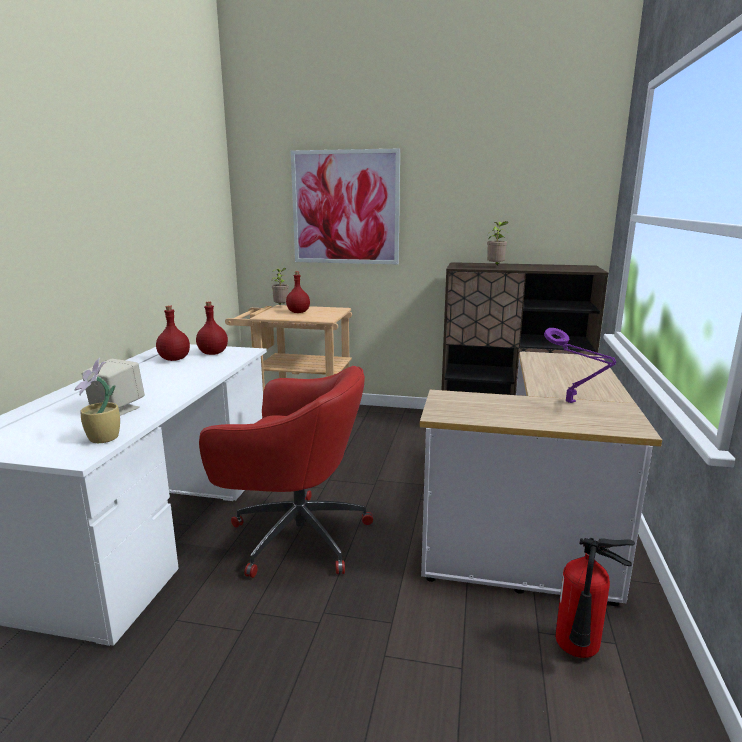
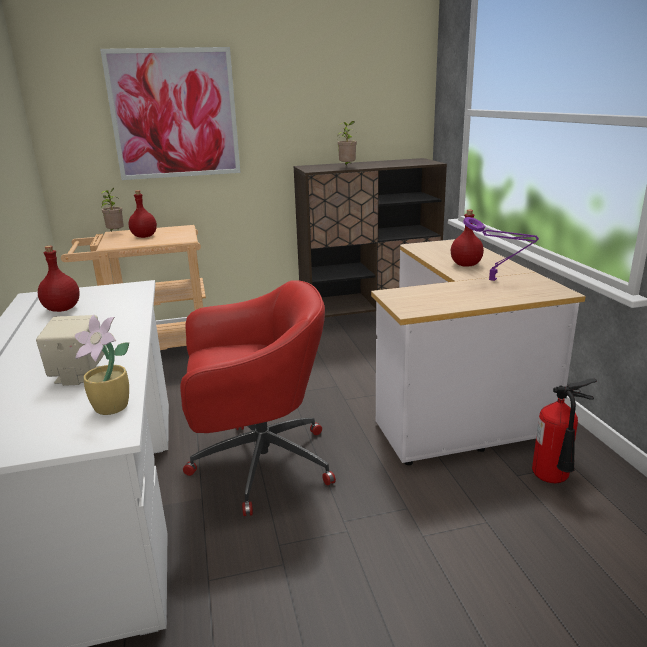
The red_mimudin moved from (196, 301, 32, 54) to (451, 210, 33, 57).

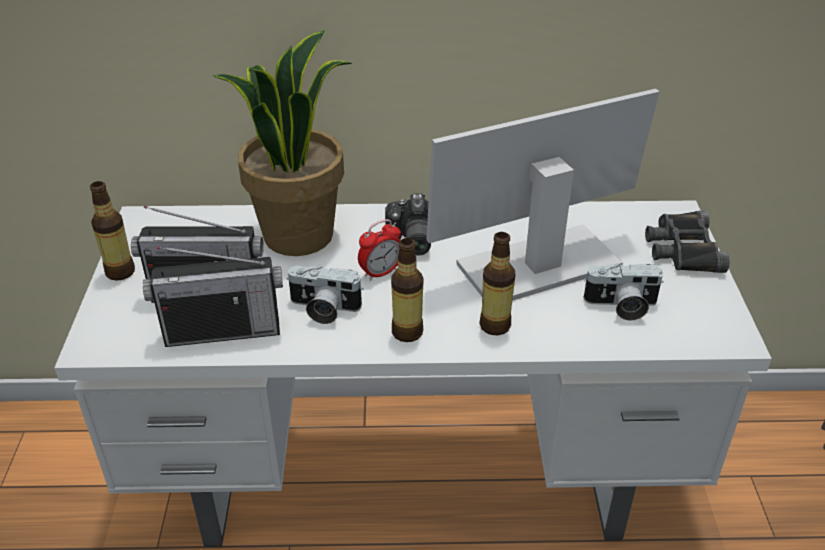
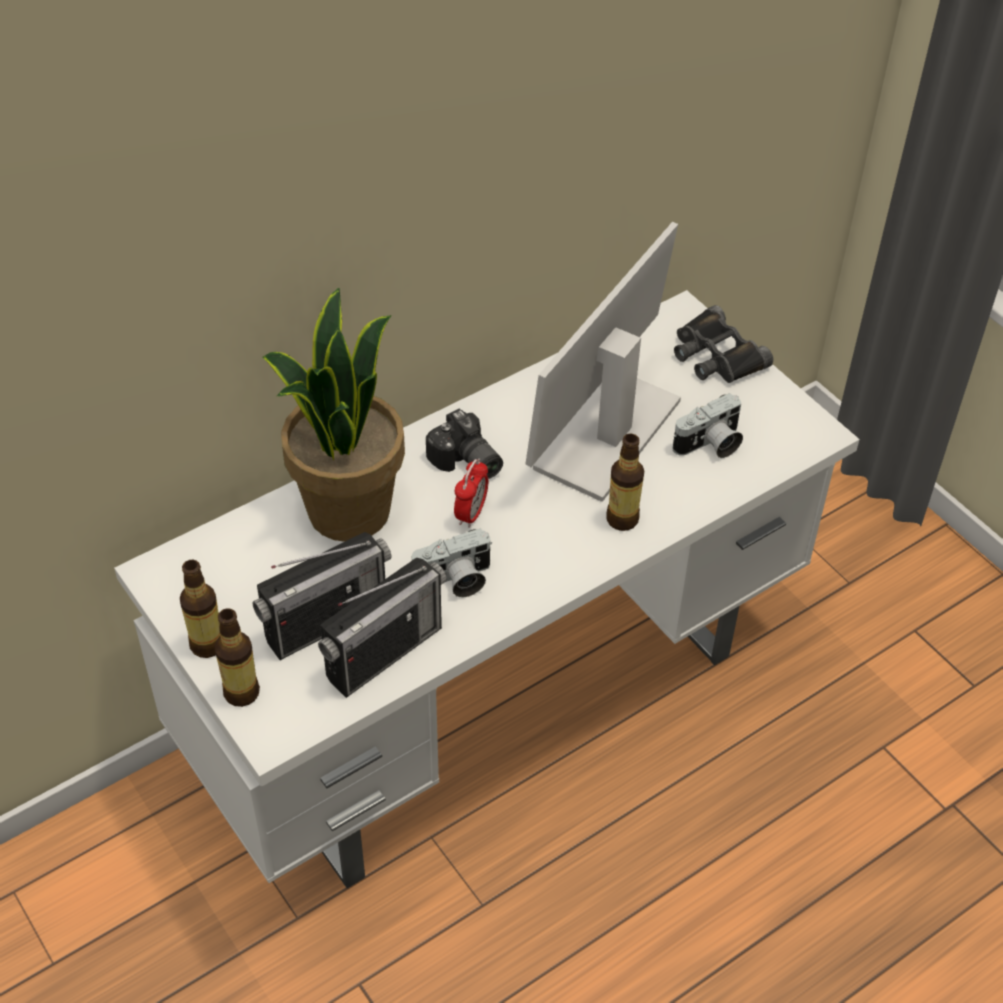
The mimudin moved from (391, 238, 32, 104) to (215, 608, 45, 99).

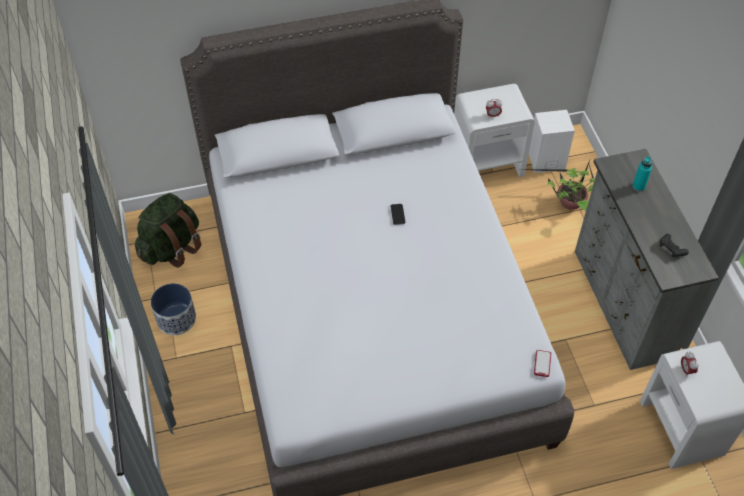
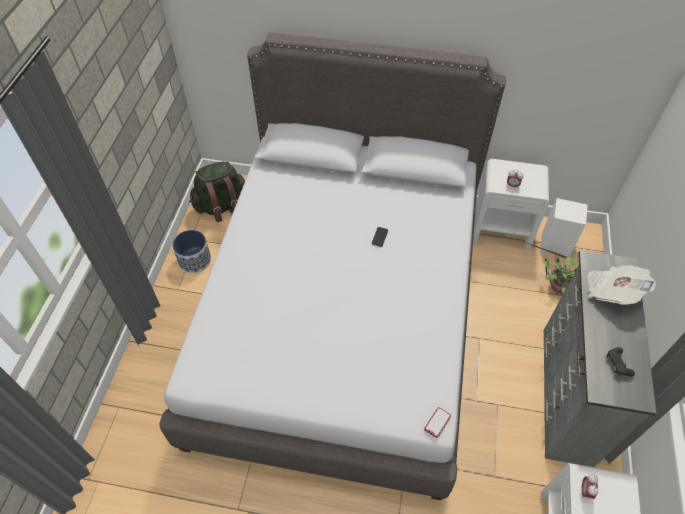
The turquoise_mimudin at (632, 156, 21, 36) was replaced by the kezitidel at (587, 265, 69, 40).

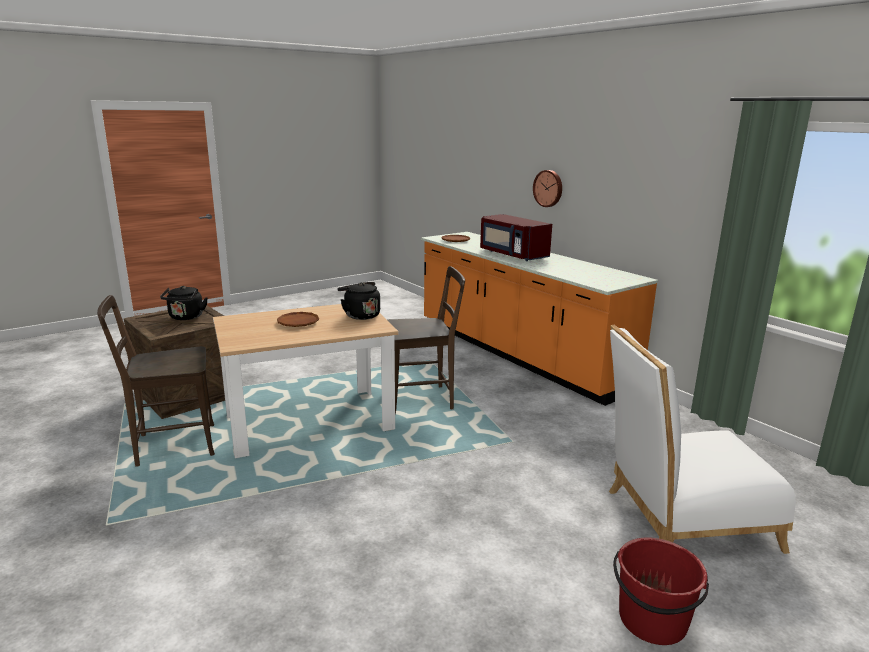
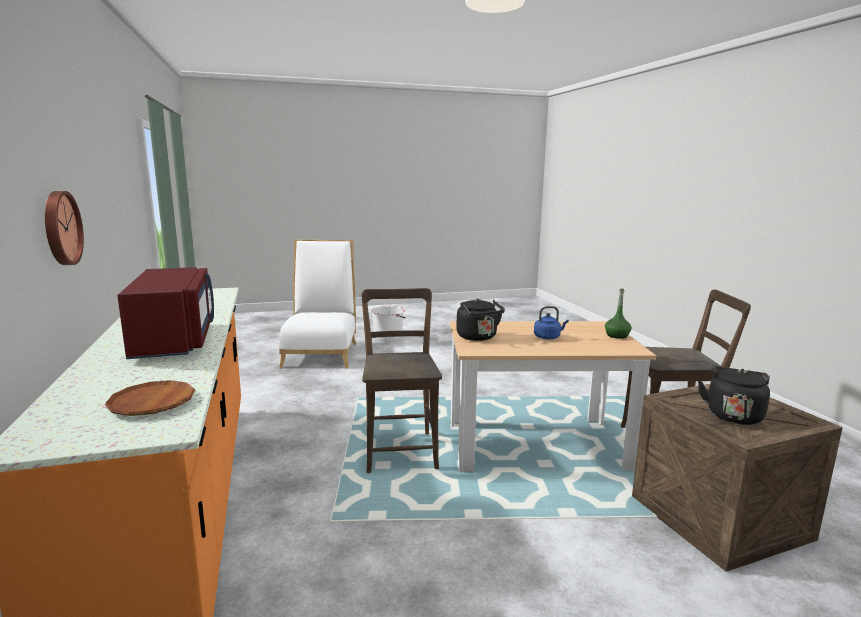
The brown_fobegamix at (387, 266, 78, 149) turned 75 degrees clockwise.
The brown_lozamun at (277, 312, 42, 15) was replaced by the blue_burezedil at (534, 306, 35, 33).
The white_fobegamix at (609, 325, 187, 229) turned 105 degrees counterclockwise.
The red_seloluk at (613, 537, 96, 108) became the white_seloluk at (371, 306, 35, 35).
The green_mimudin at (605, 289, 27, 50) appeared.

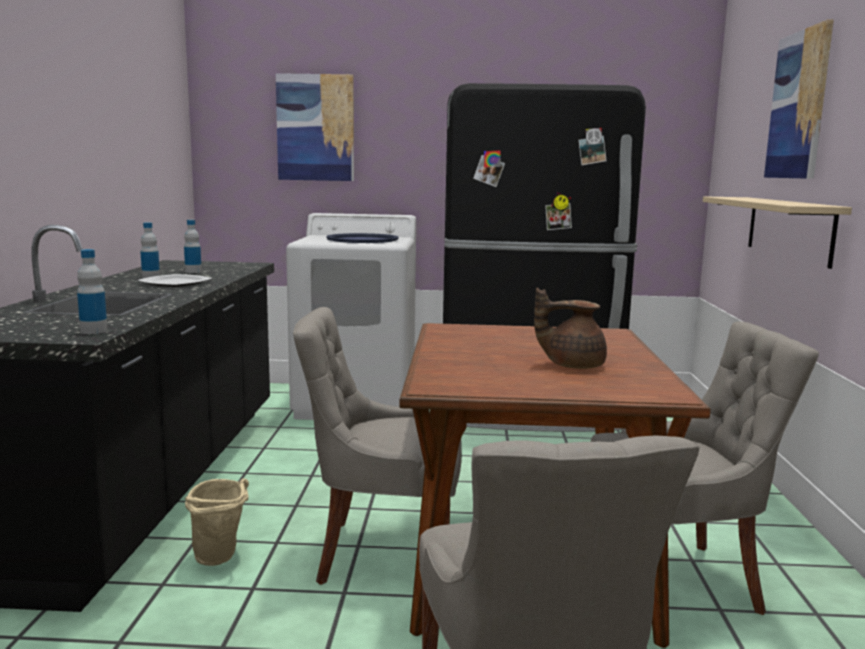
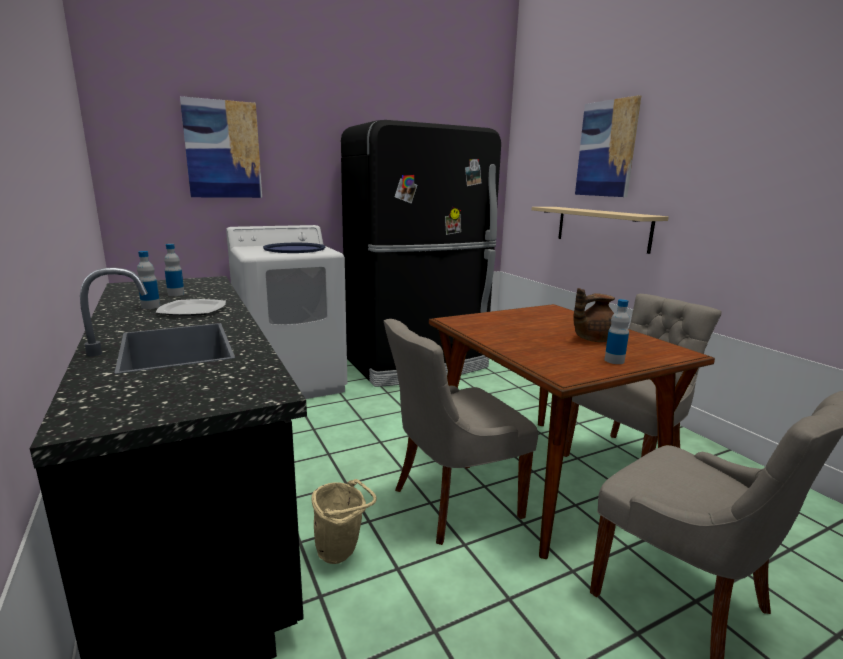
The mimudin moved from (77, 249, 31, 85) to (604, 299, 26, 65).

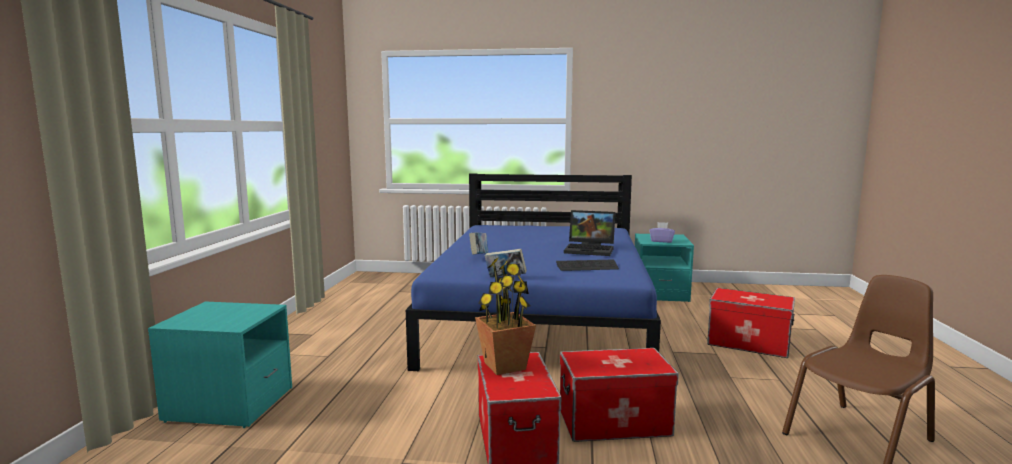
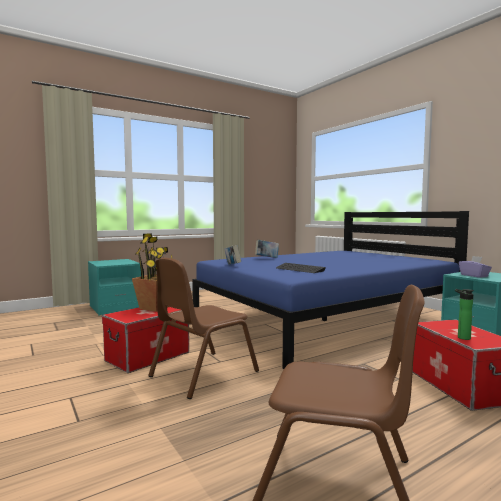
The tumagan at (564, 210, 51, 46) disappeared.
The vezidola at (560, 348, 119, 94) was replaced by the brown_fobegamix at (148, 258, 111, 141).
The mimudin at (455, 289, 19, 51) appeared.

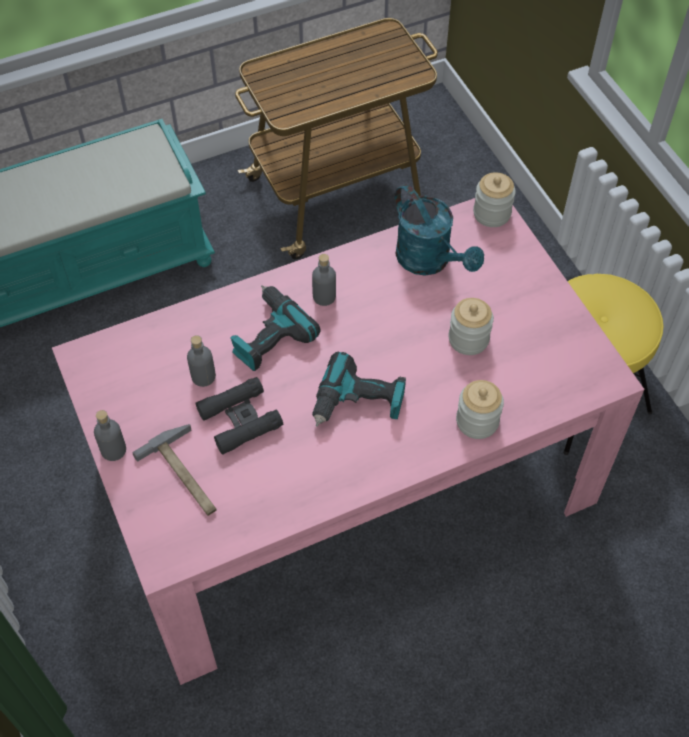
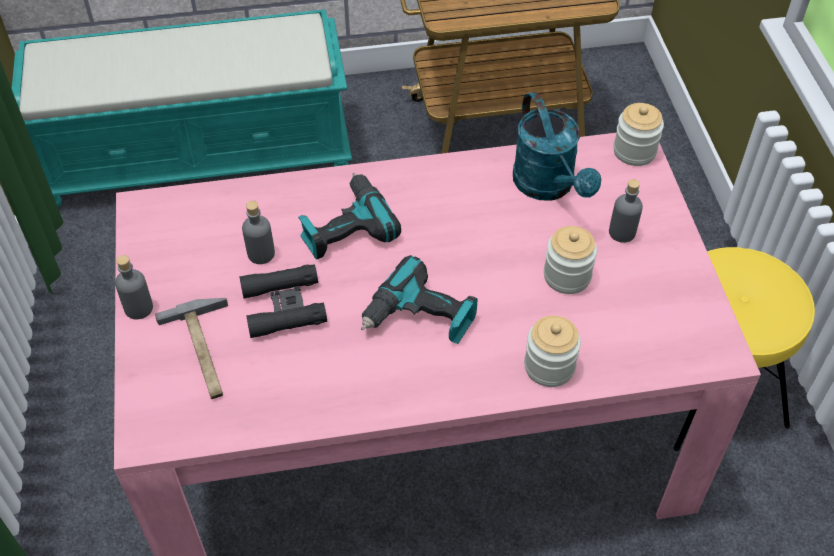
The grey_mimudin moved from (312, 254, 24, 52) to (609, 179, 34, 64).

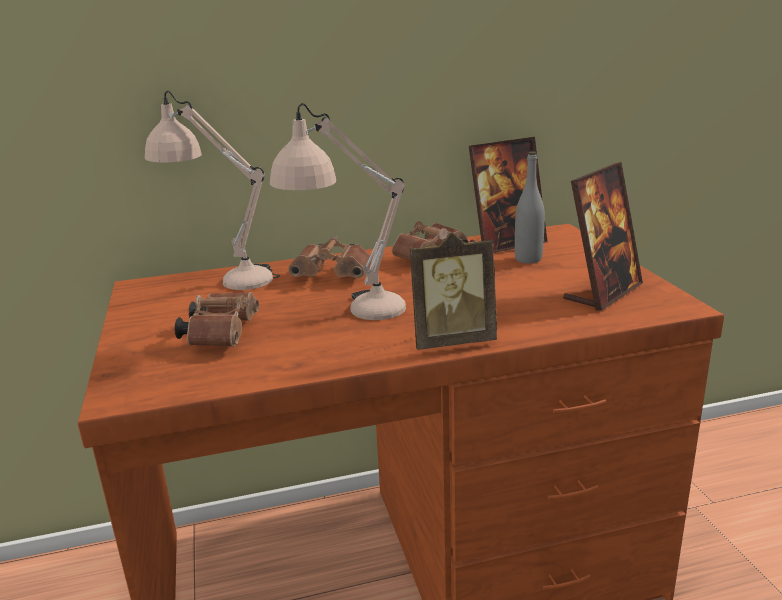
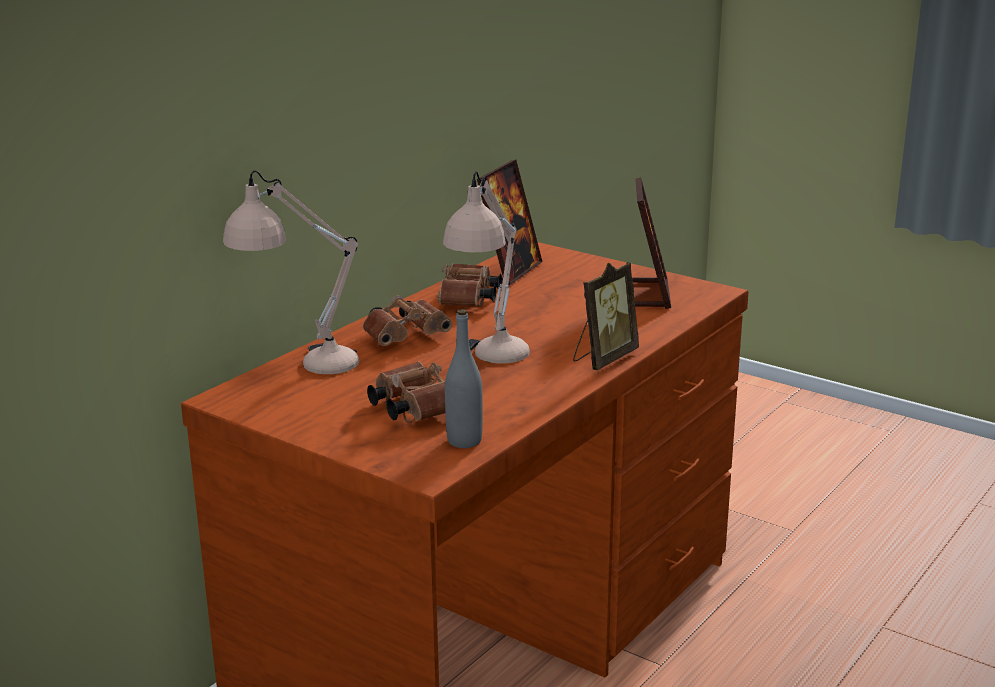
The grey_mimudin moved from (515, 151, 30, 113) to (445, 309, 38, 139).

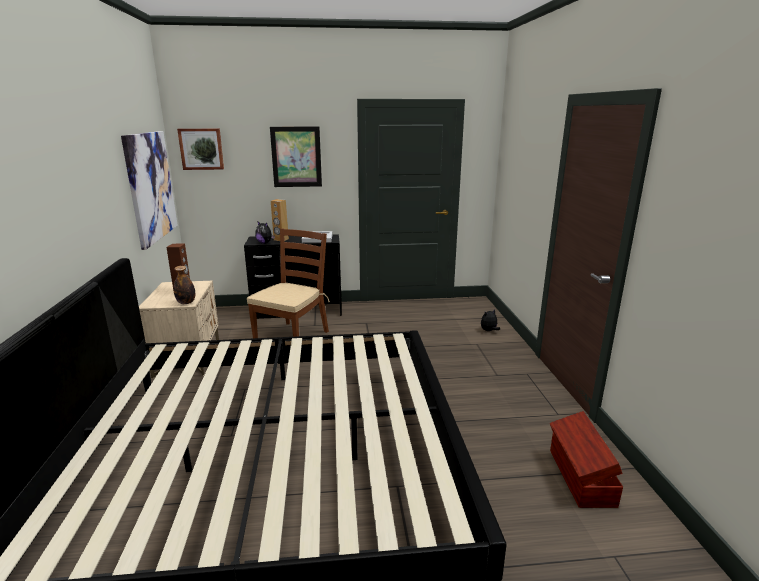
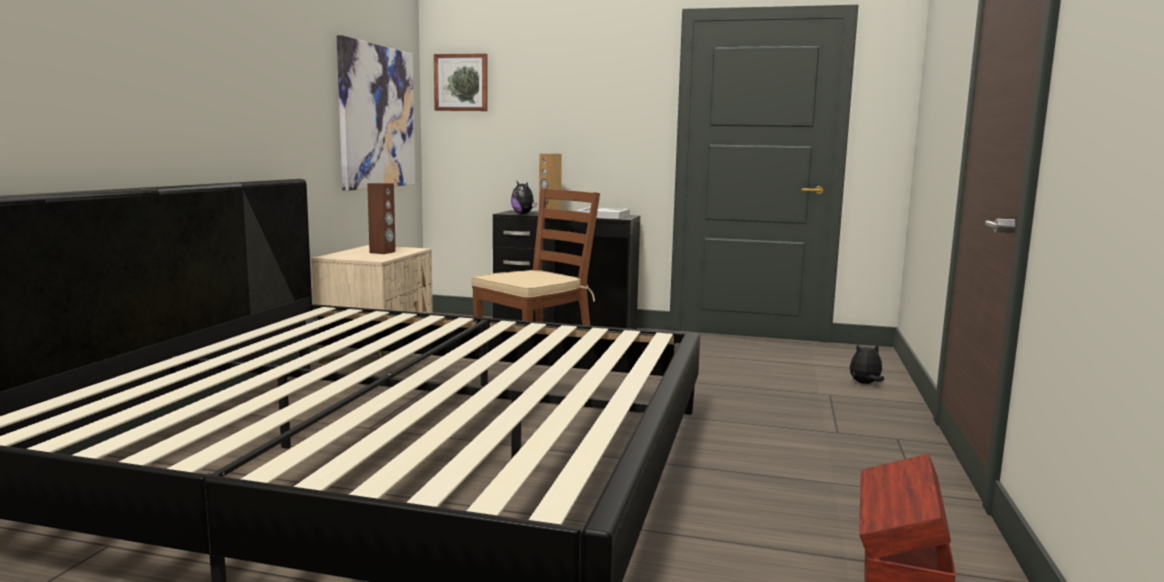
The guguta at (270, 127, 52, 60) disappeared.
The mimudin at (173, 266, 22, 38) disappeared.

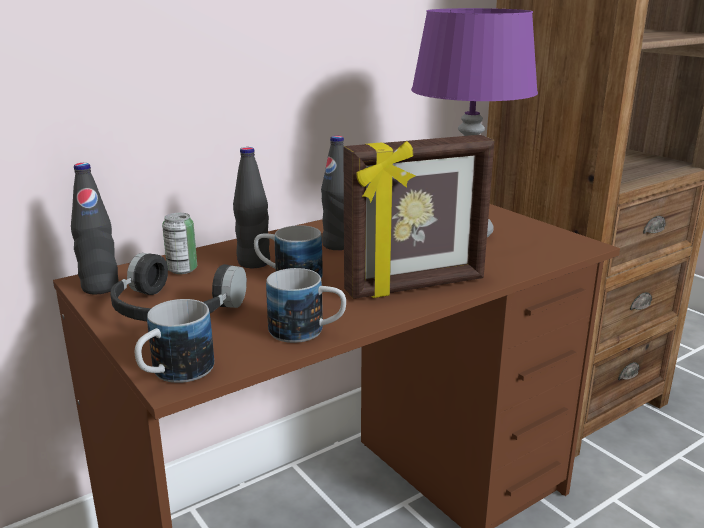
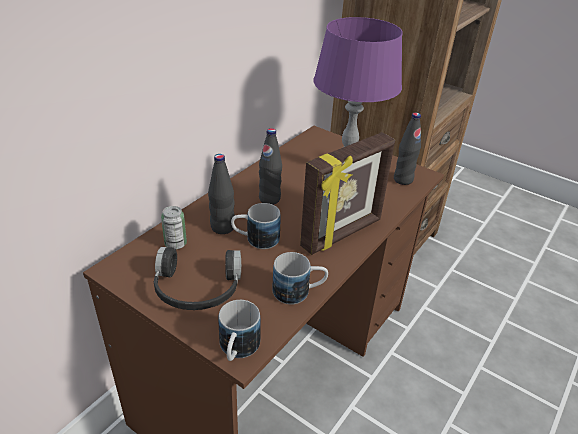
The black_mimudin moved from (71, 163, 48, 131) to (394, 113, 27, 72).

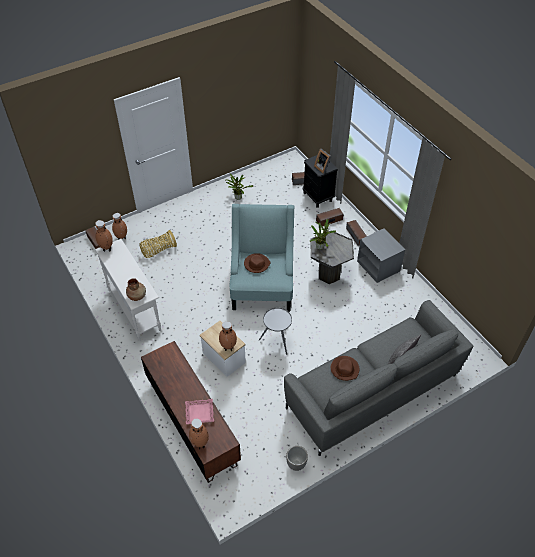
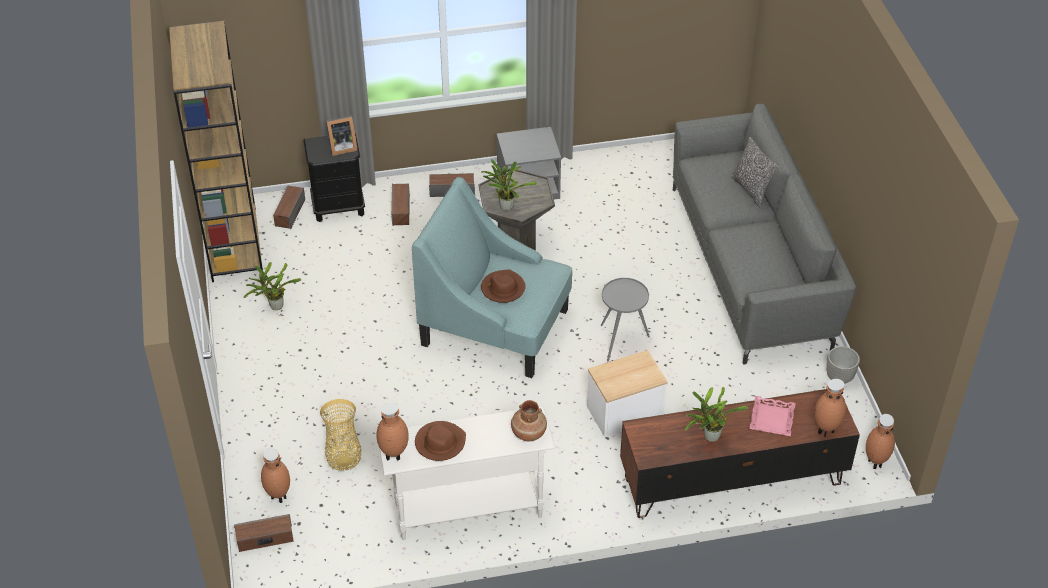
The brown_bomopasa moved from (219, 322, 18, 29) to (866, 414, 29, 55).
The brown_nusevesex moved from (331, 356, 29, 25) to (415, 421, 51, 40).
The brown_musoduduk at (169, 21, 94, 261) appeared.
The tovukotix at (685, 387, 63, 55) appeared.

